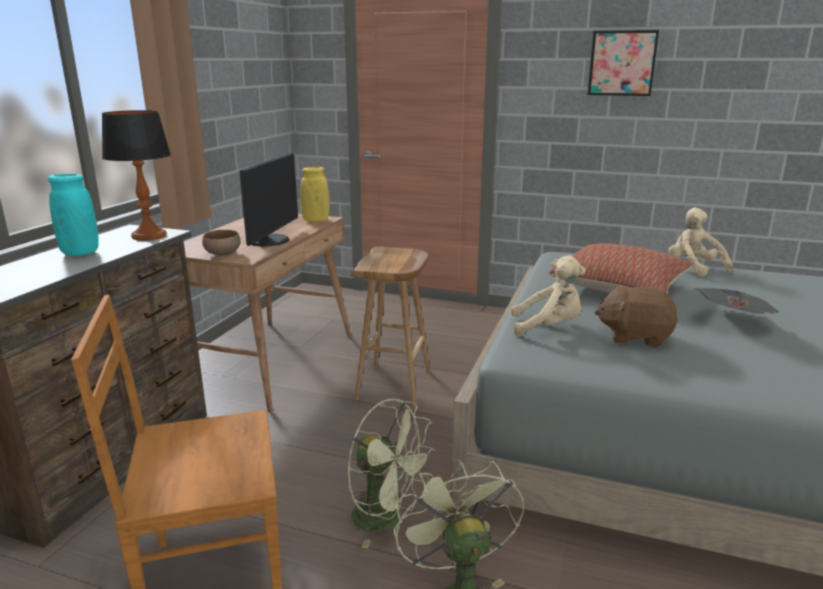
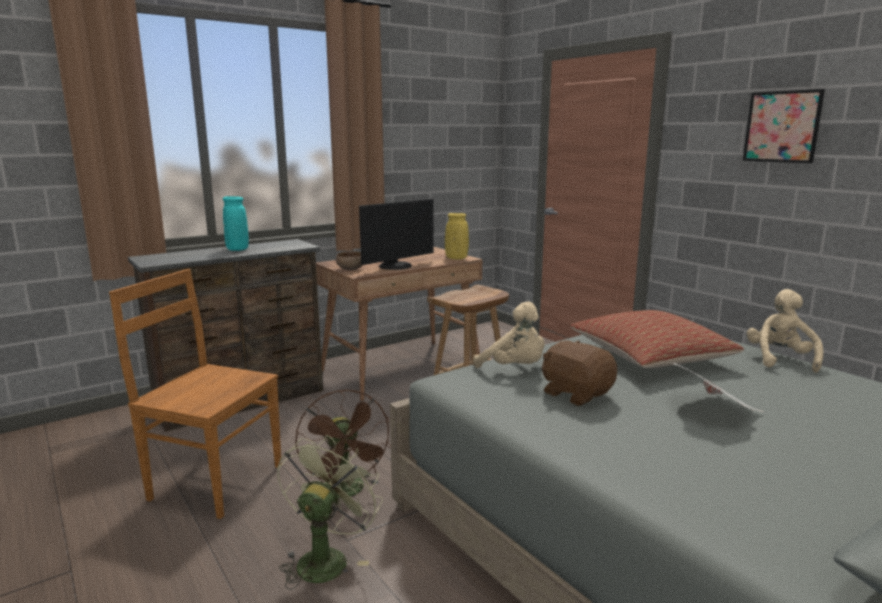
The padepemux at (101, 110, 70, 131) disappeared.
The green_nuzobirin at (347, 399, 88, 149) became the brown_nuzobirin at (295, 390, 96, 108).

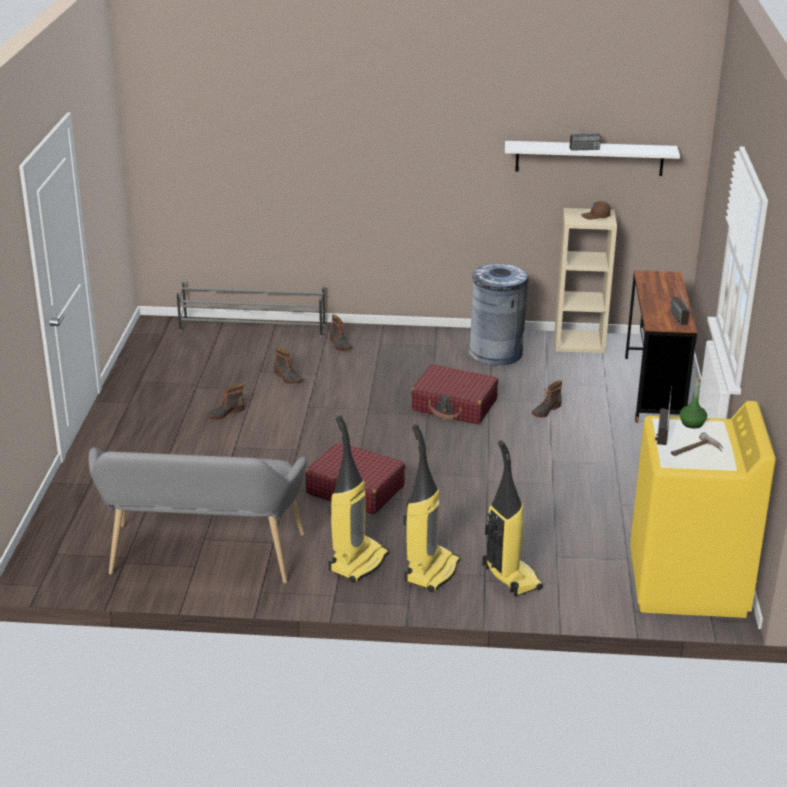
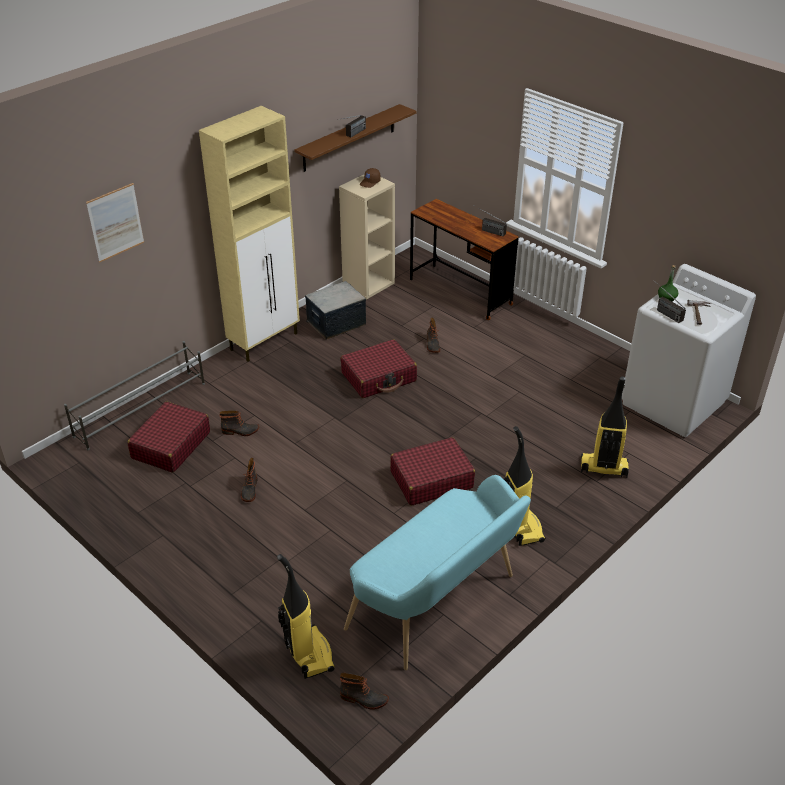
The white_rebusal at (505, 141, 175, 35) became the brown_rebusal at (294, 104, 123, 68).
The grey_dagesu at (469, 263, 60, 103) was replaced by the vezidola at (305, 281, 61, 59).
The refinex moved from (330, 315, 22, 35) to (340, 673, 49, 37).
The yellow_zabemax at (630, 401, 146, 217) became the white_zabemax at (622, 264, 134, 173).
The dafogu moved from (403, 424, 57, 168) to (277, 554, 58, 125).
The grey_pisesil at (89, 447, 218, 136) became the turquoise_pisesil at (344, 475, 187, 195).
The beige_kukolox at (199, 106, 101, 256) appeared.
The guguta at (86, 183, 58, 79) appeared.
The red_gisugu at (127, 402, 83, 71) appeared.

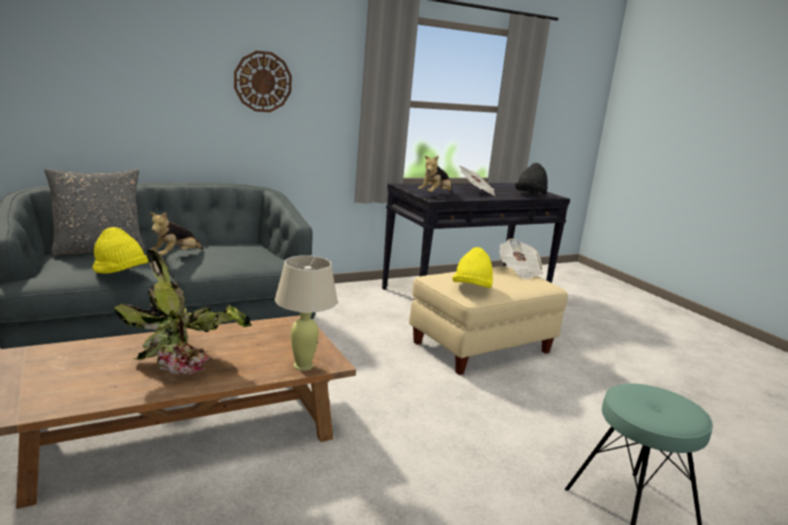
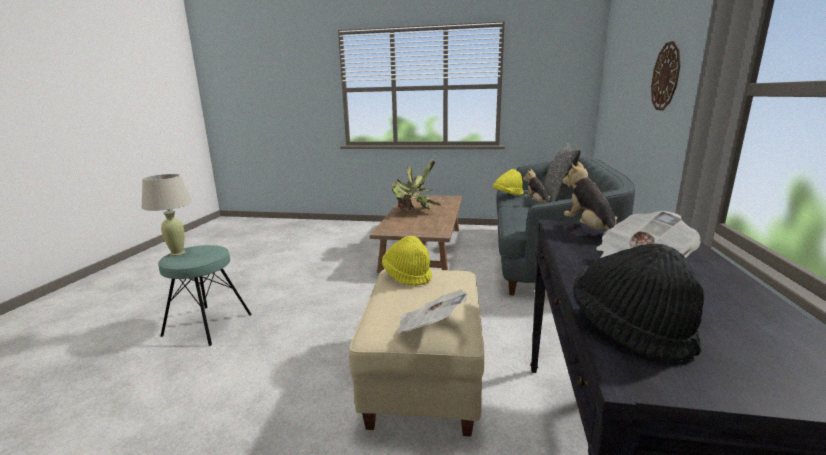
The beige_padepemux moved from (275, 255, 63, 116) to (141, 174, 51, 82).

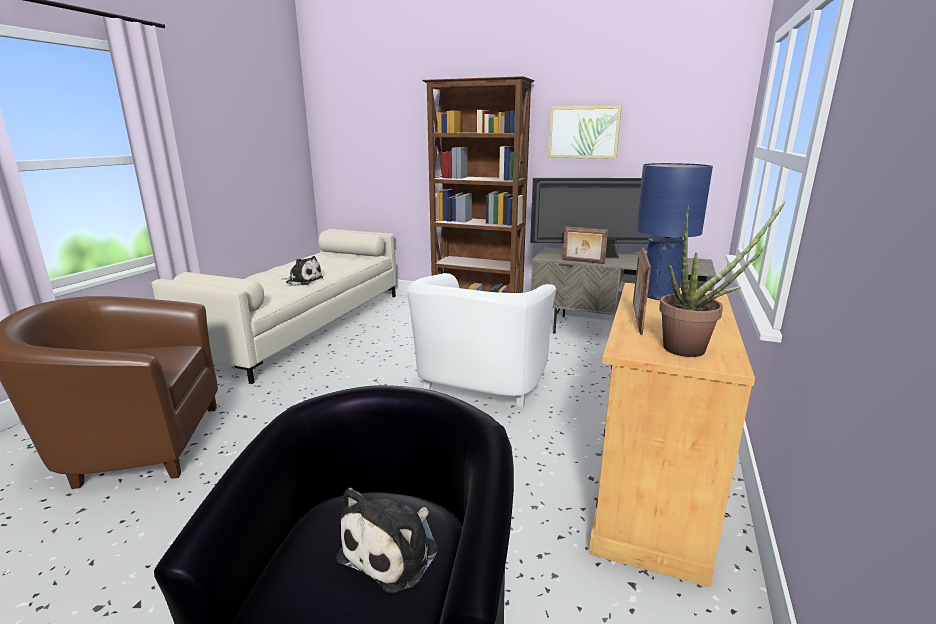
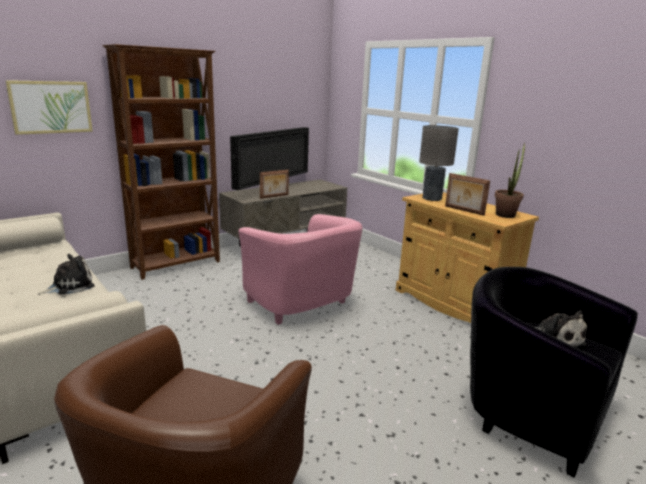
The guguta moved from (548, 106, 74, 53) to (5, 80, 88, 55).
The blue_padepemux at (636, 163, 77, 137) became the grey_padepemux at (419, 125, 40, 76).
The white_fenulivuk at (407, 273, 149, 135) became the pink_fenulivuk at (239, 214, 124, 111).

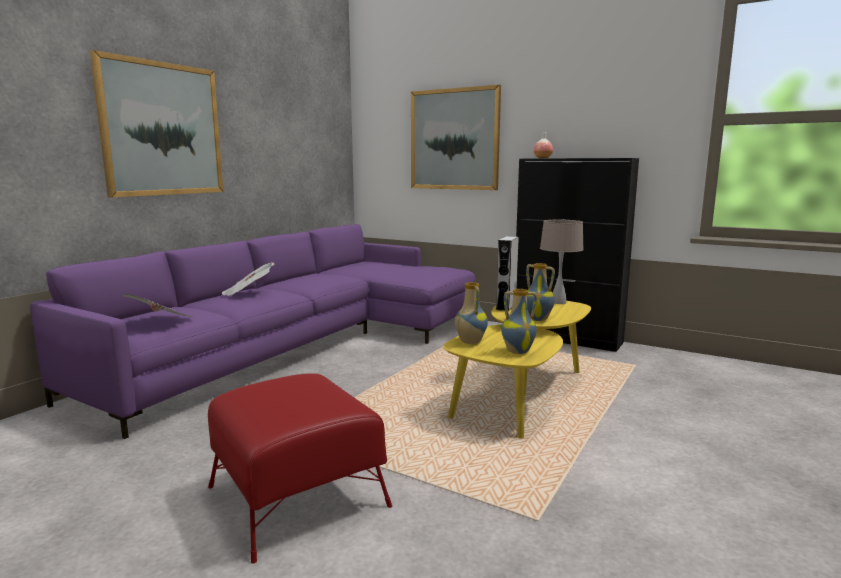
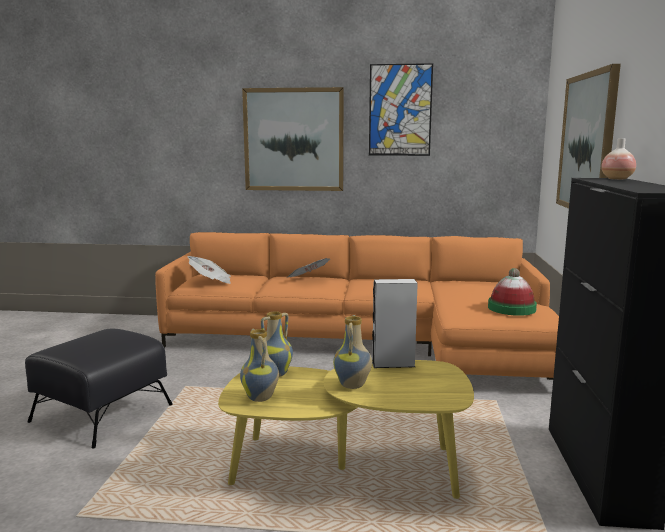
The beige_padepemux at (540, 219, 44, 85) disappeared.
The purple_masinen at (30, 224, 446, 215) became the orange_masinen at (155, 232, 404, 148).
The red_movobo at (208, 373, 184, 191) became the black_movobo at (25, 329, 148, 120).
The guguta at (369, 63, 64, 93) appeared.
The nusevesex at (488, 268, 49, 48) appeared.

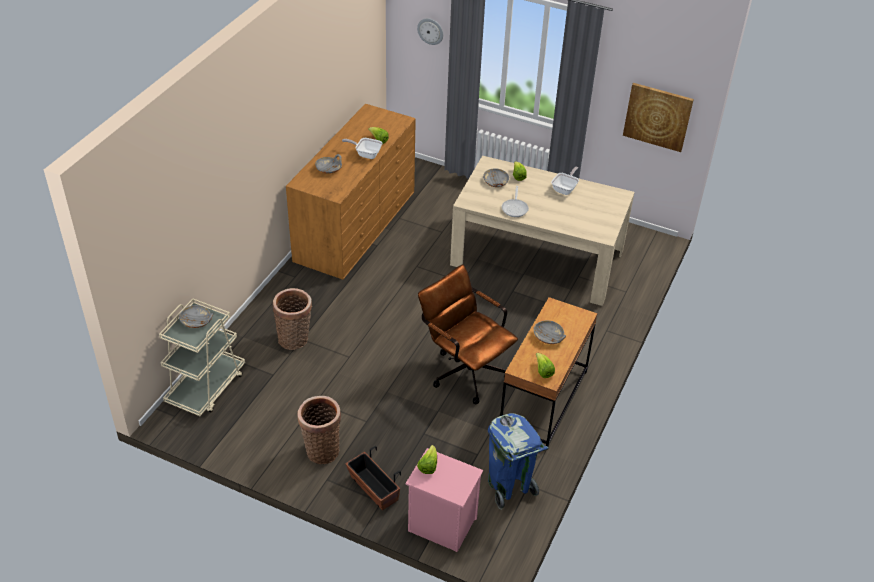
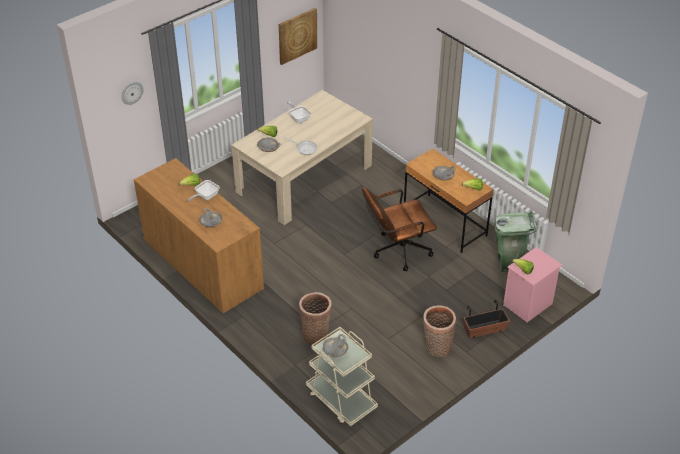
The blue_dagesu at (488, 413, 61, 97) became the green_dagesu at (494, 211, 43, 61).

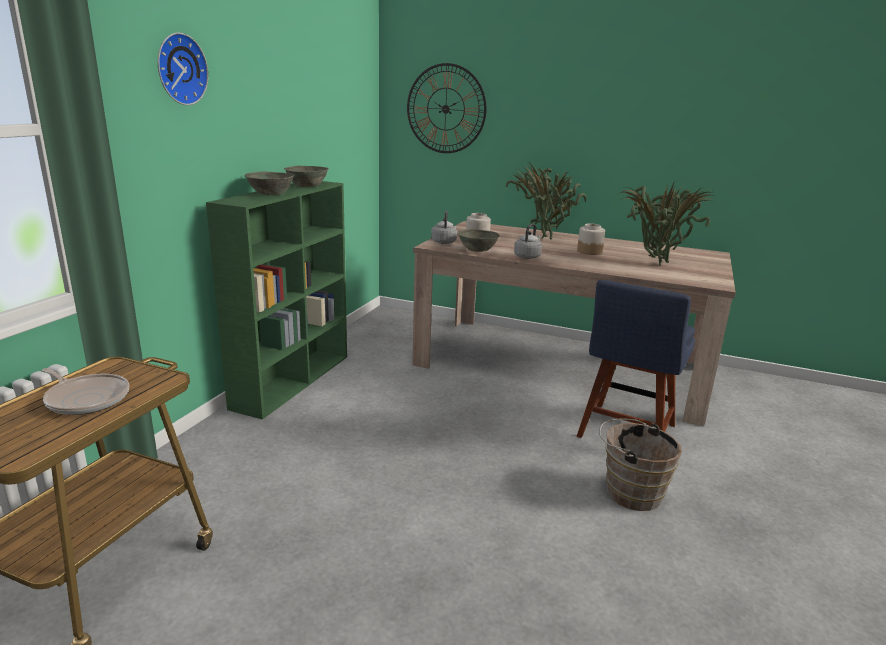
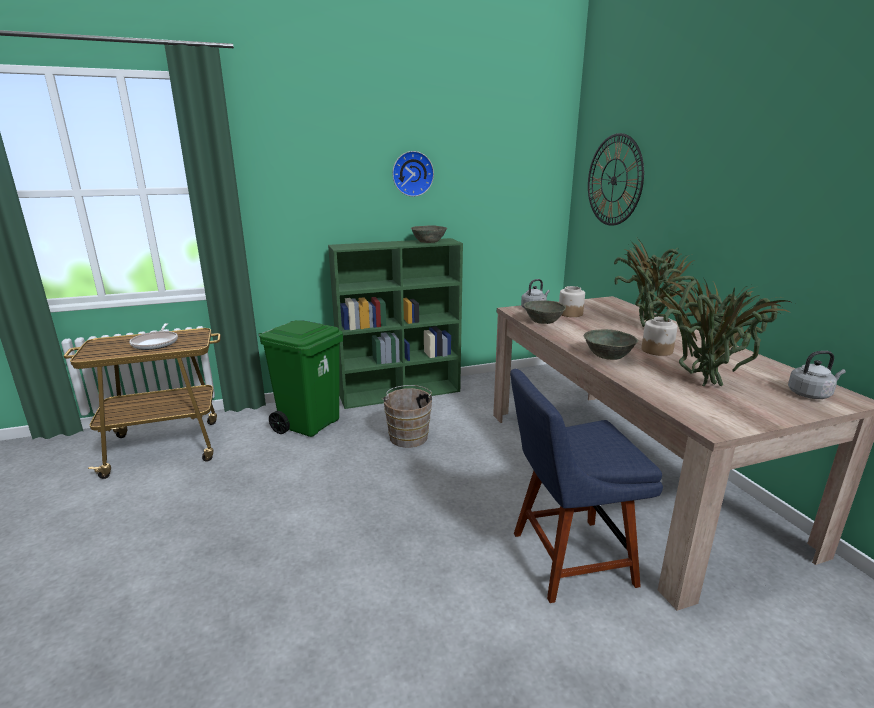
The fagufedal moved from (158, 32, 50, 73) to (392, 151, 42, 46).
The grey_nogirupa moved from (244, 172, 51, 23) to (584, 329, 54, 31).
The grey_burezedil moved from (514, 223, 28, 36) to (788, 351, 58, 48).
The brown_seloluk moved from (599, 419, 83, 92) to (381, 385, 55, 63).
The green_dagesu at (258, 320, 85, 117) appeared.

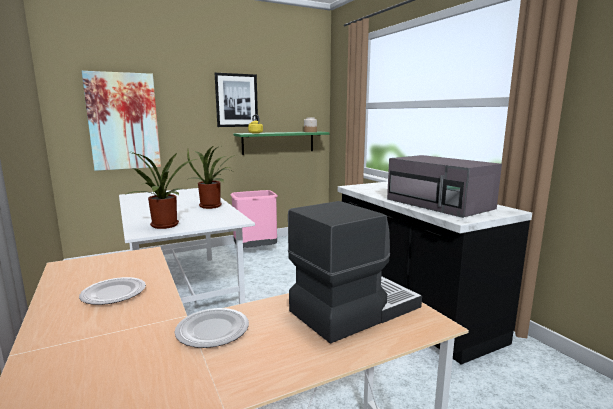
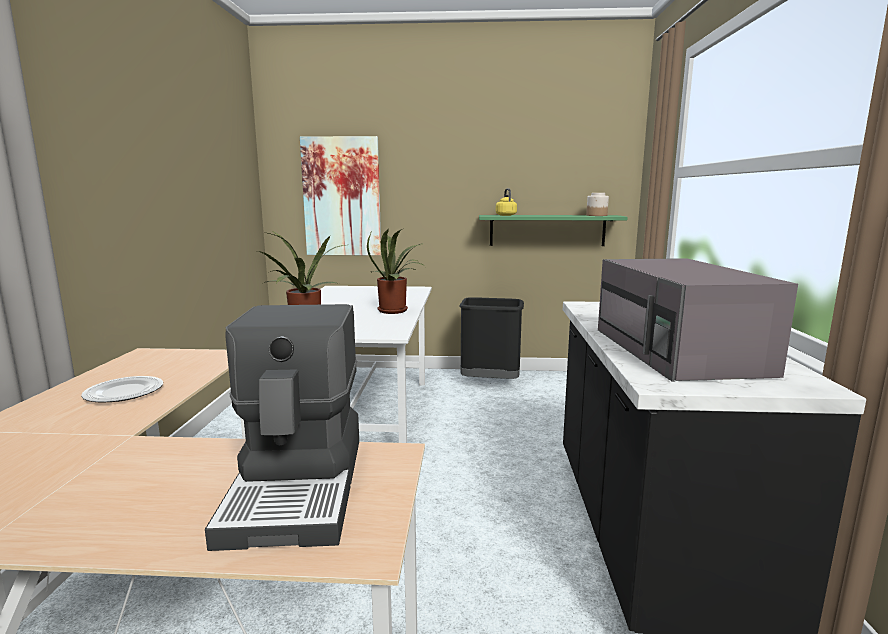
The guguta at (215, 73, 43, 54) disappeared.
The pink_dagesu at (230, 190, 48, 58) became the black_dagesu at (459, 297, 65, 82).
The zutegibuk at (288, 201, 134, 143) turned 90 degrees clockwise.
The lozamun at (174, 308, 75, 40) disappeared.

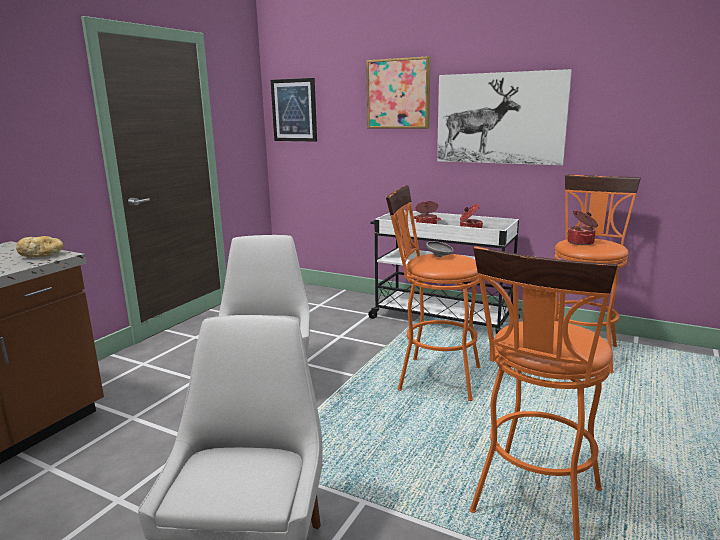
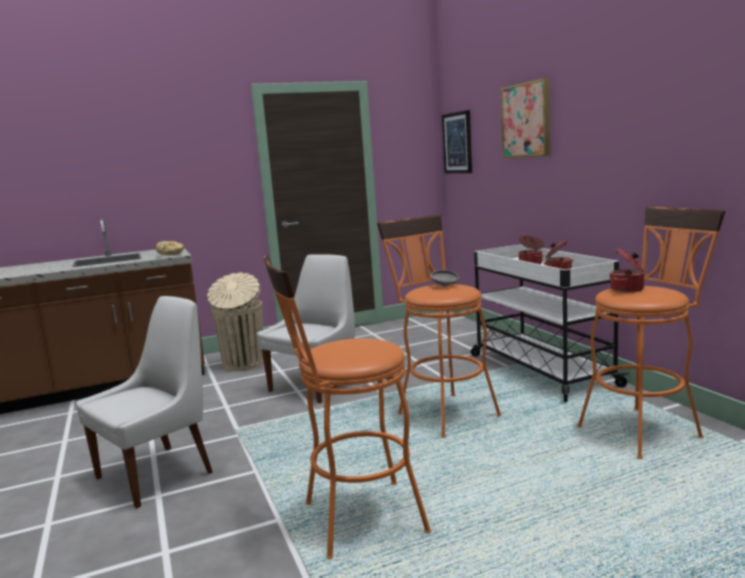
The guguta at (437, 69, 135, 96) disappeared.
The beige_dagesu at (207, 273, 57, 99) appeared.

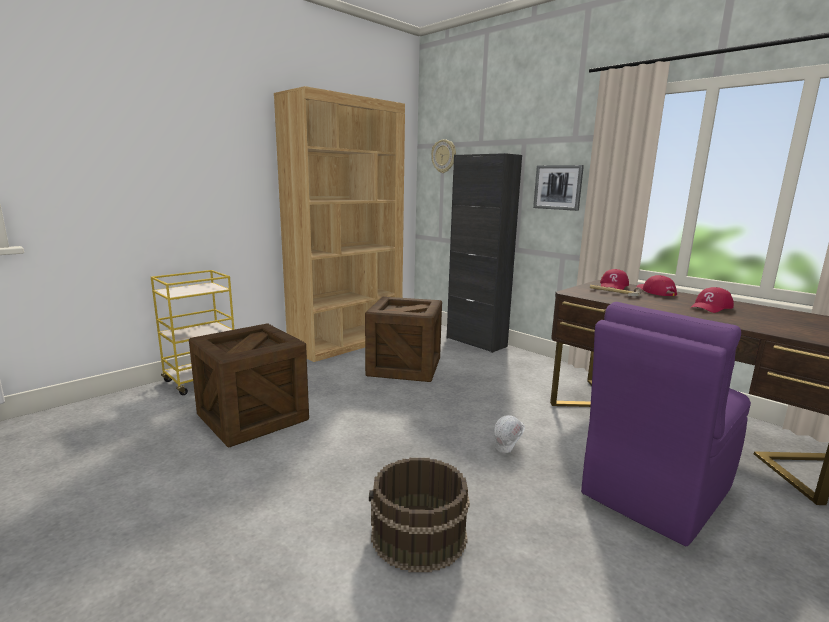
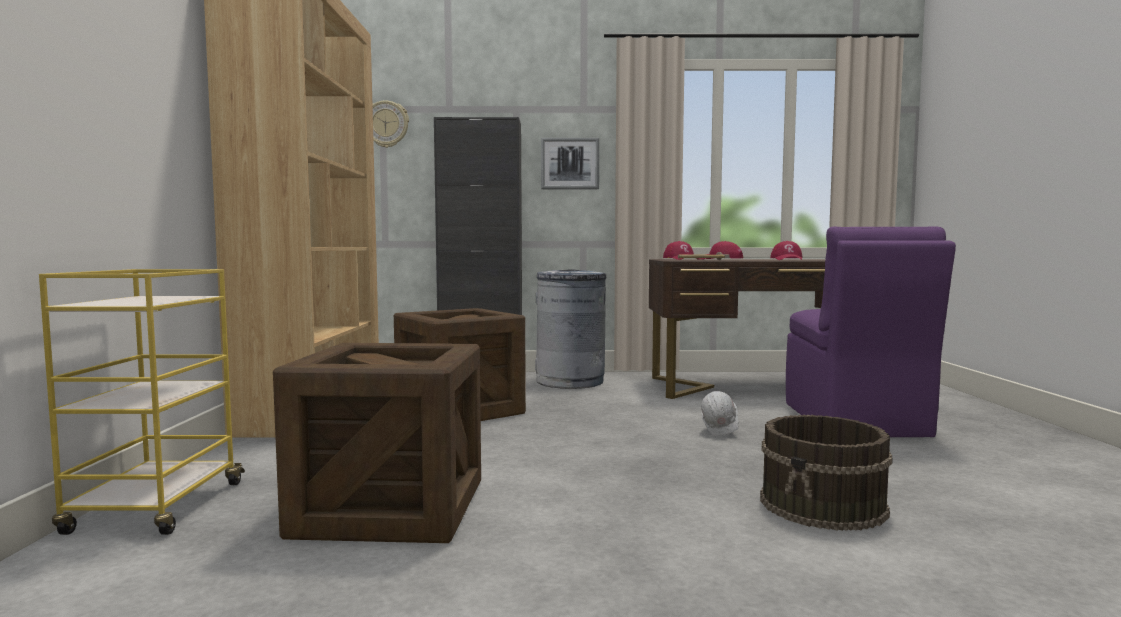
The grey_dagesu at (535, 269, 71, 120) appeared.

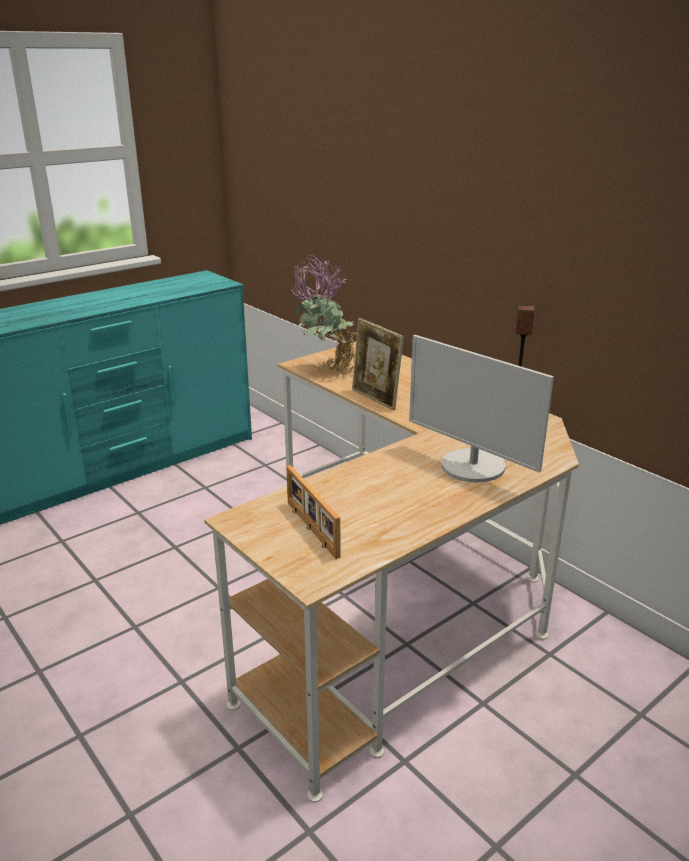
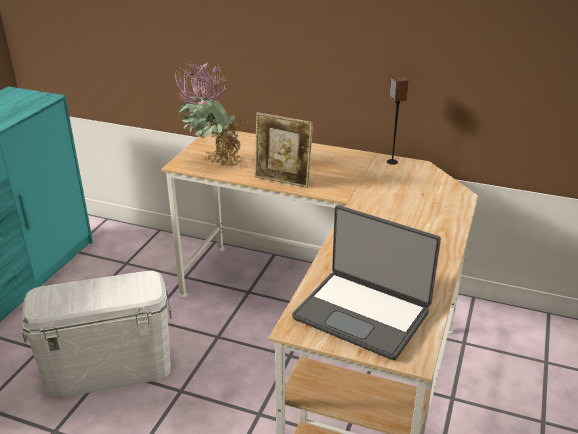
The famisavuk at (409, 335, 145, 147) disappeared.
The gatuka at (286, 465, 54, 94) was replaced by the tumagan at (292, 205, 149, 156).
The white_vezidola at (20, 271, 152, 127) appeared.

